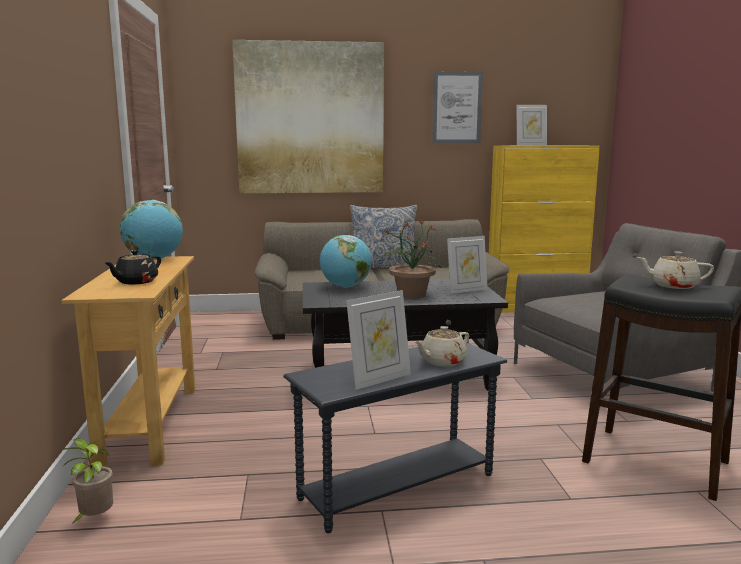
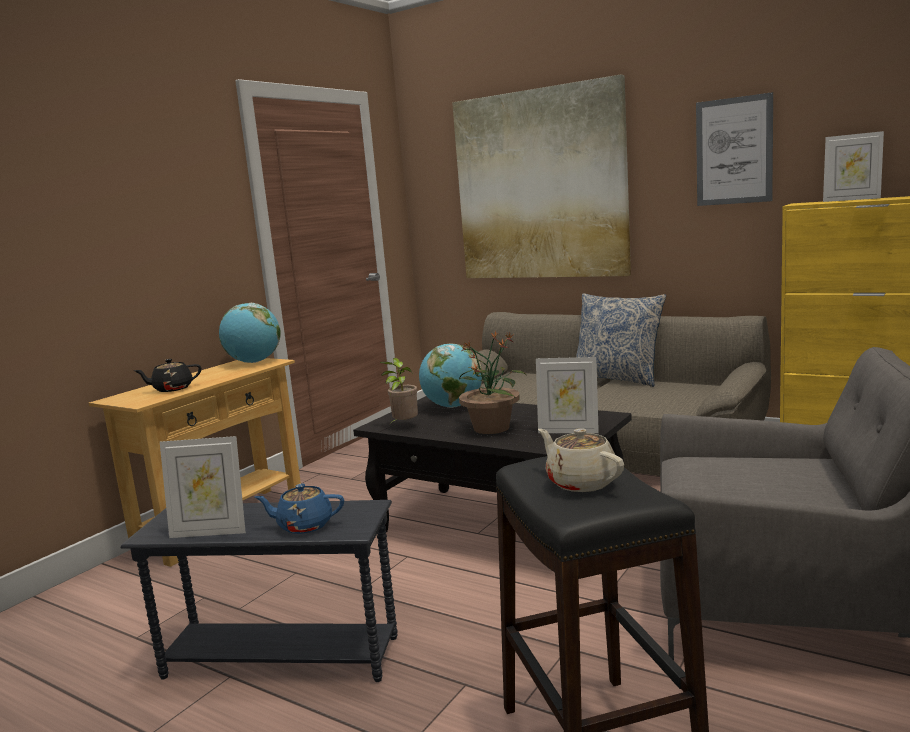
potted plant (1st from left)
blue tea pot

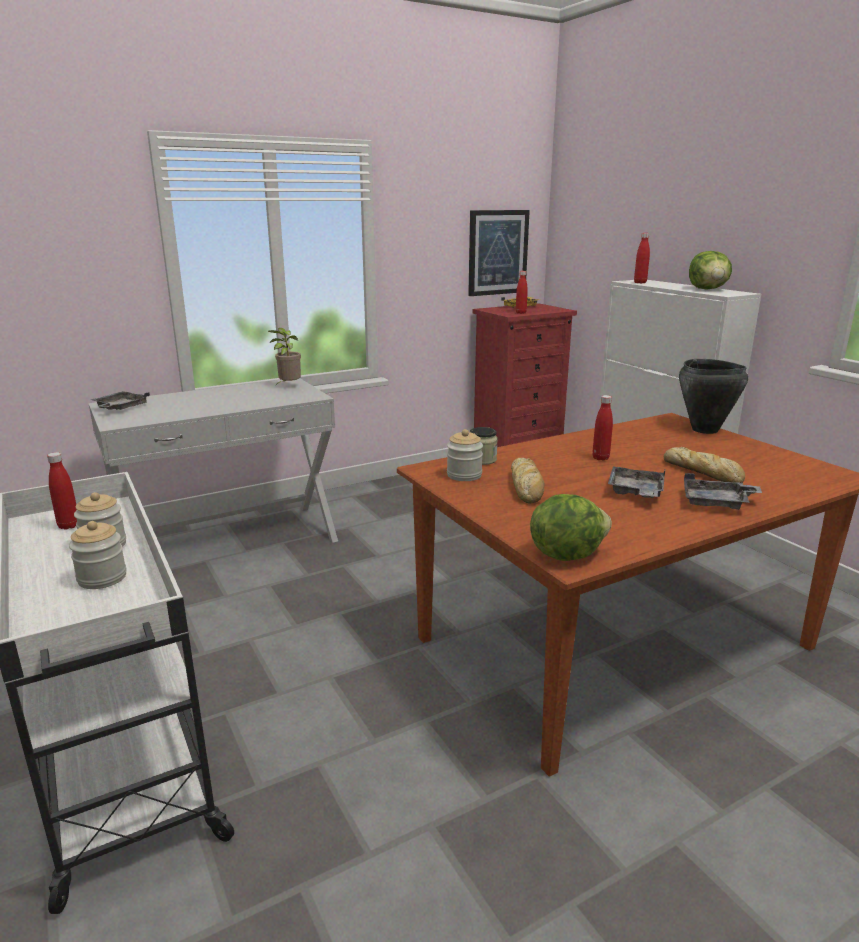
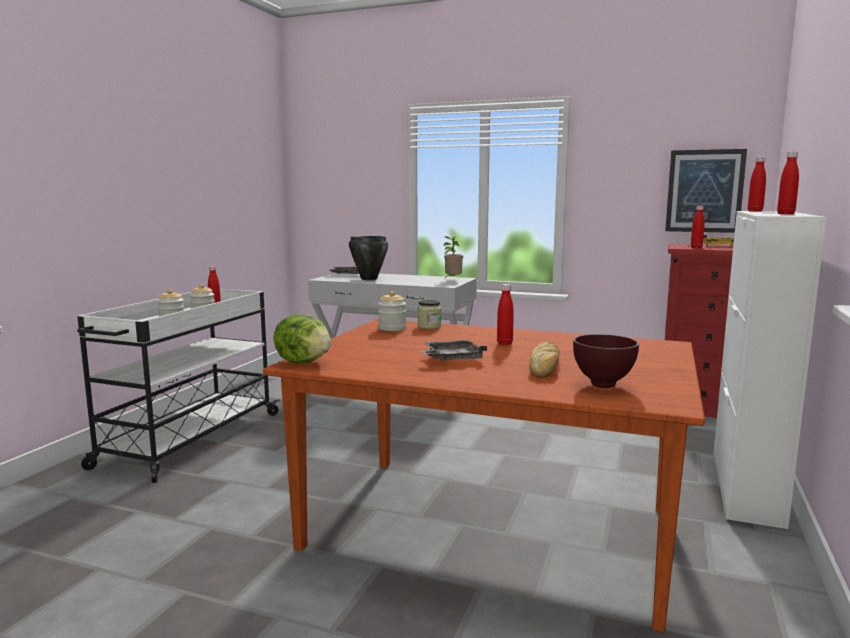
baked bread (1st from left in the first image)
greyish tray (3rd from left in the first image)
brown-coloured serving bowl
black stockpot
red-coloured bottle (5th from left)

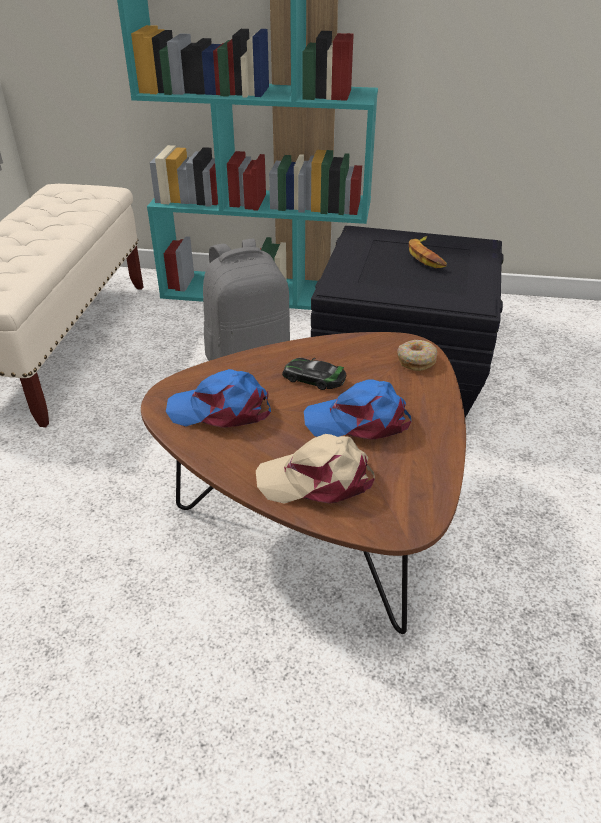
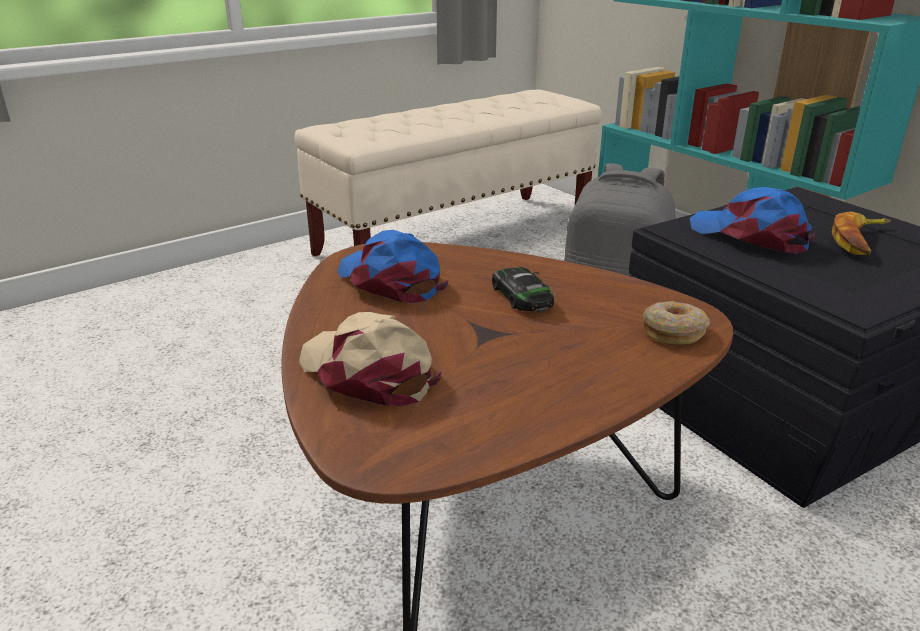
blue cap (2nd from left)

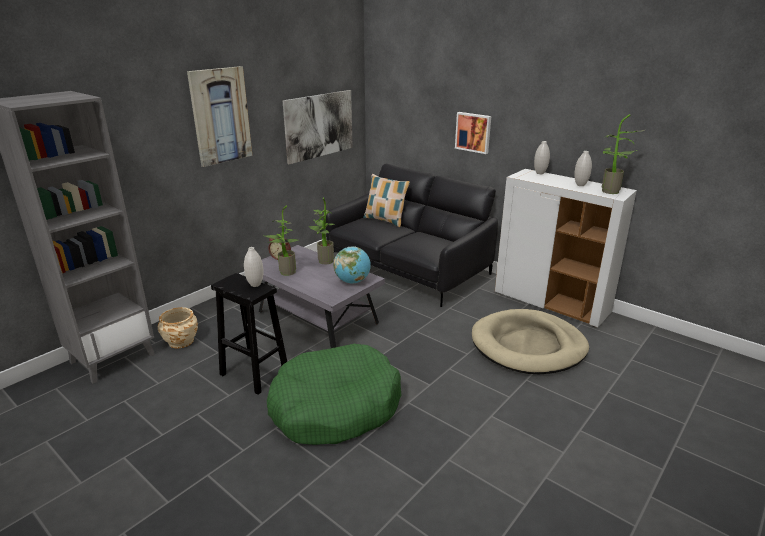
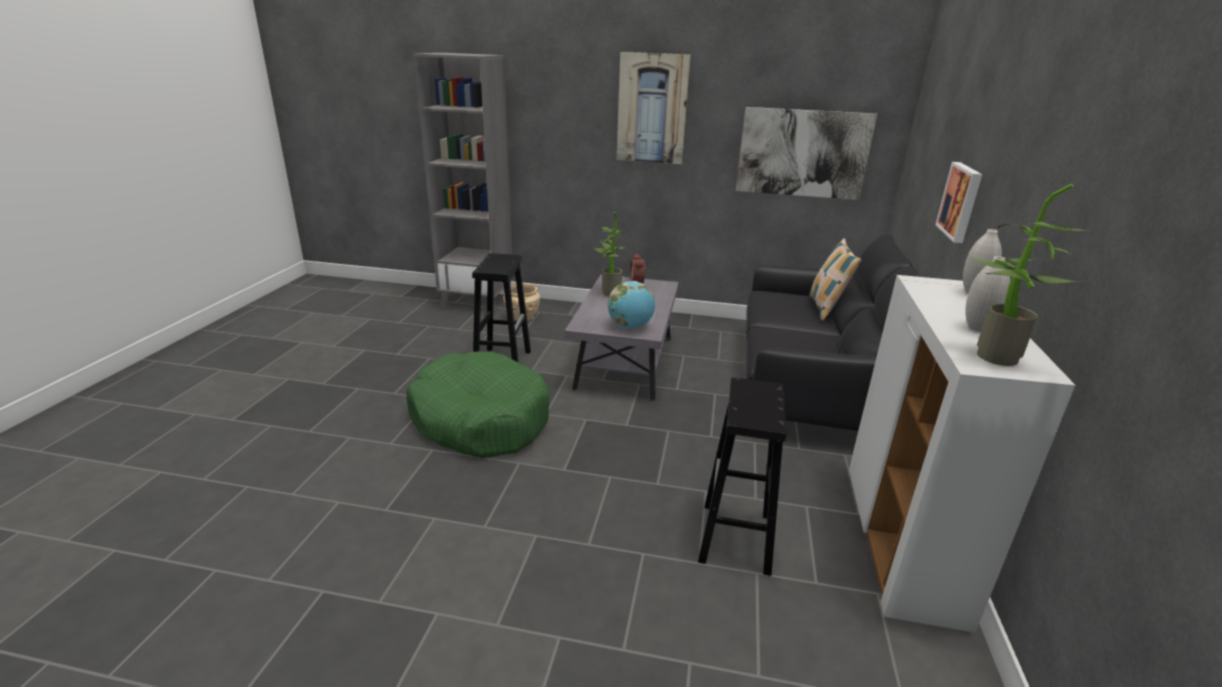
white-coloured flower vase (1st from left in the first image)
potted plant (2nd from left in the first image)
black sitting stool (2nd from left)

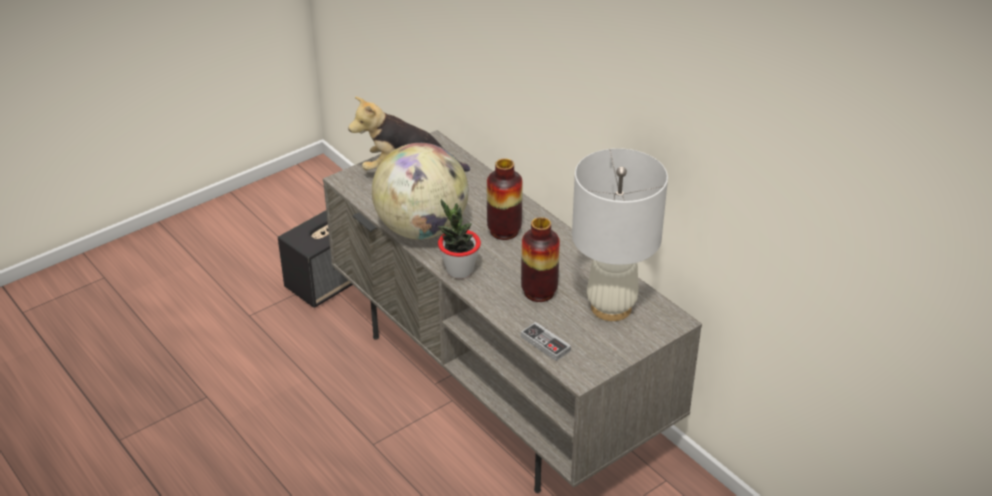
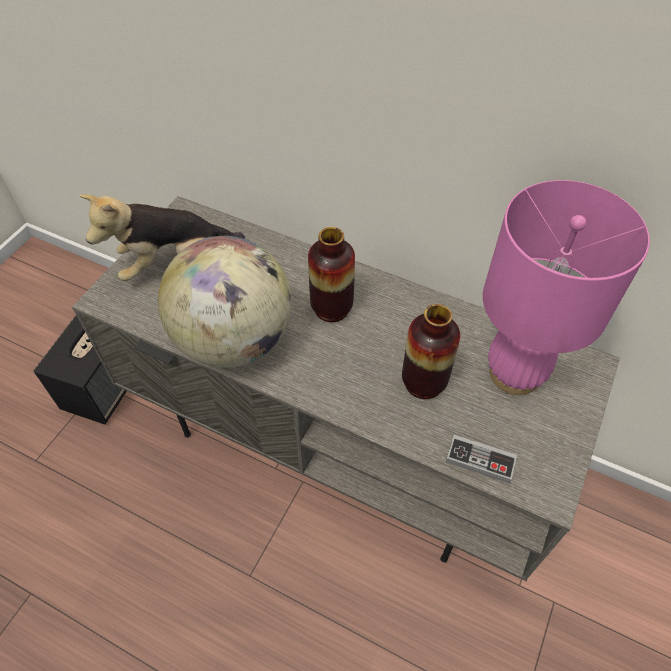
potted plant
pink-coloured table lamp

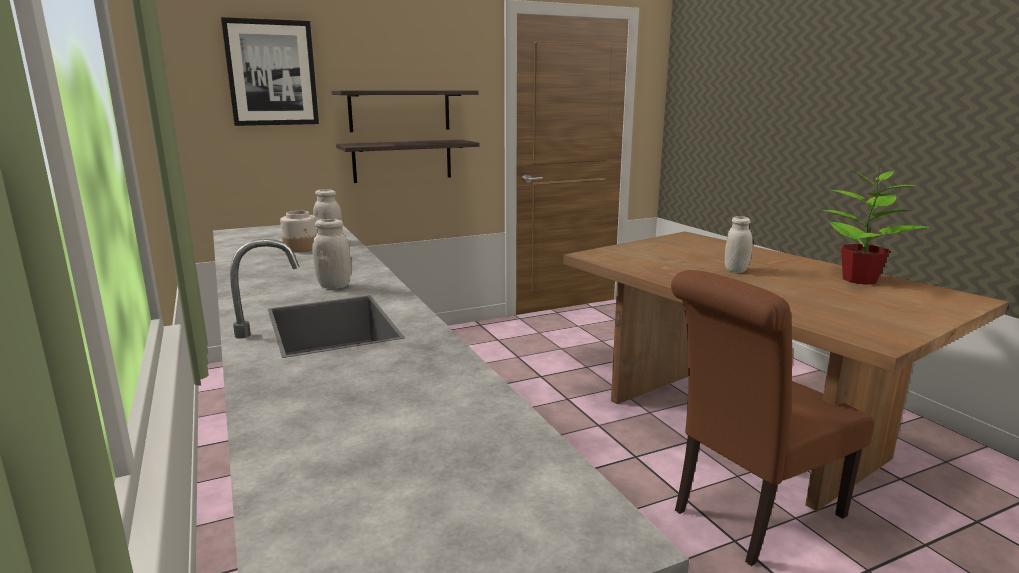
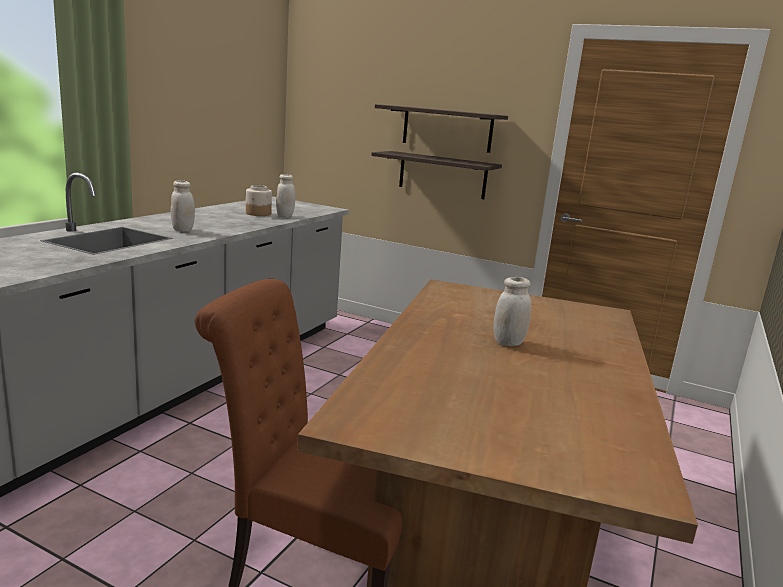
wall art
potted plant

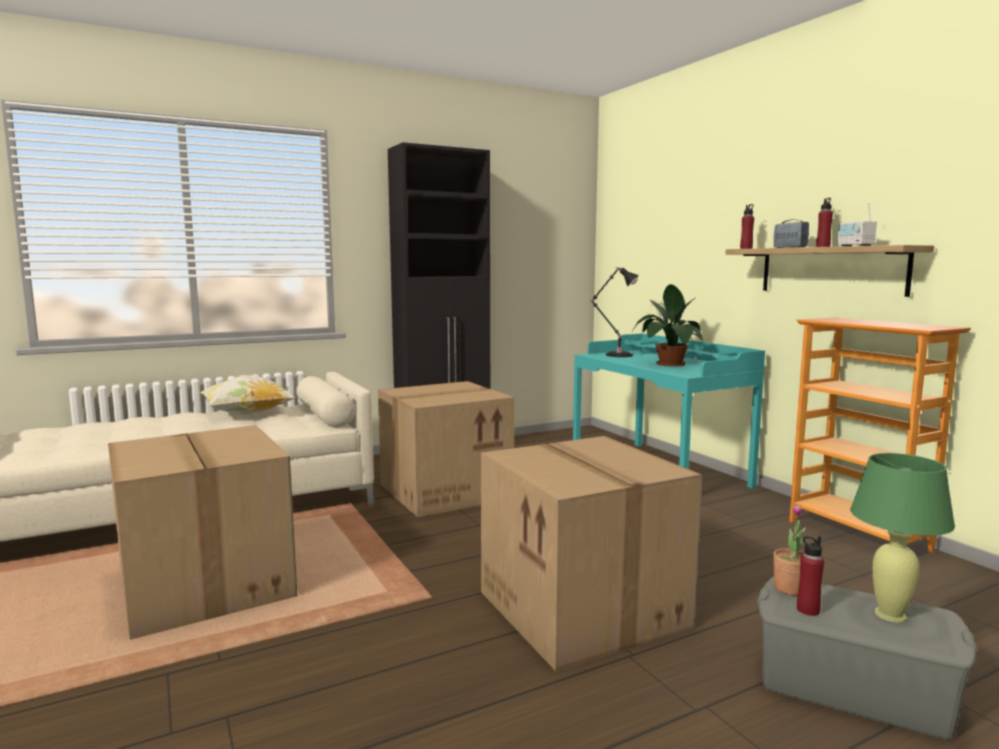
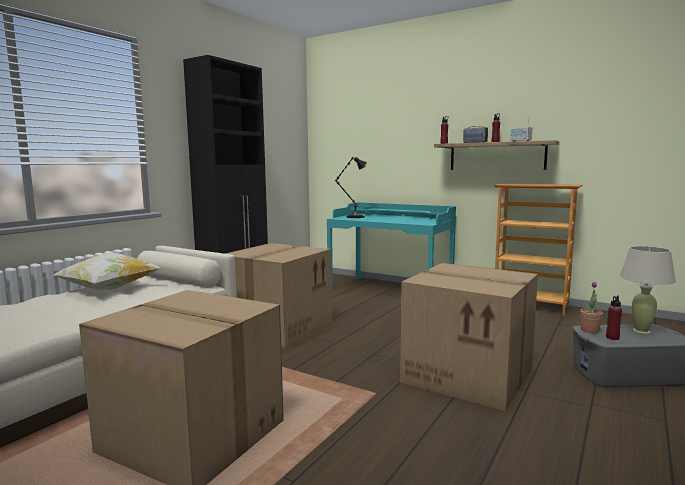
potted plant (1st from left in the first image)
sand-coloured table lamp

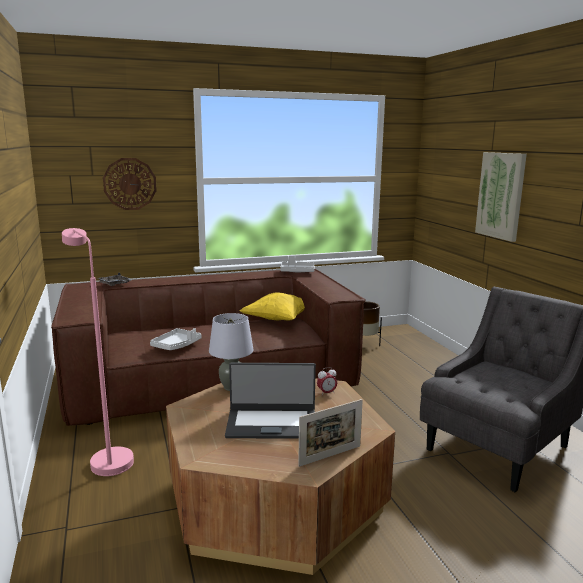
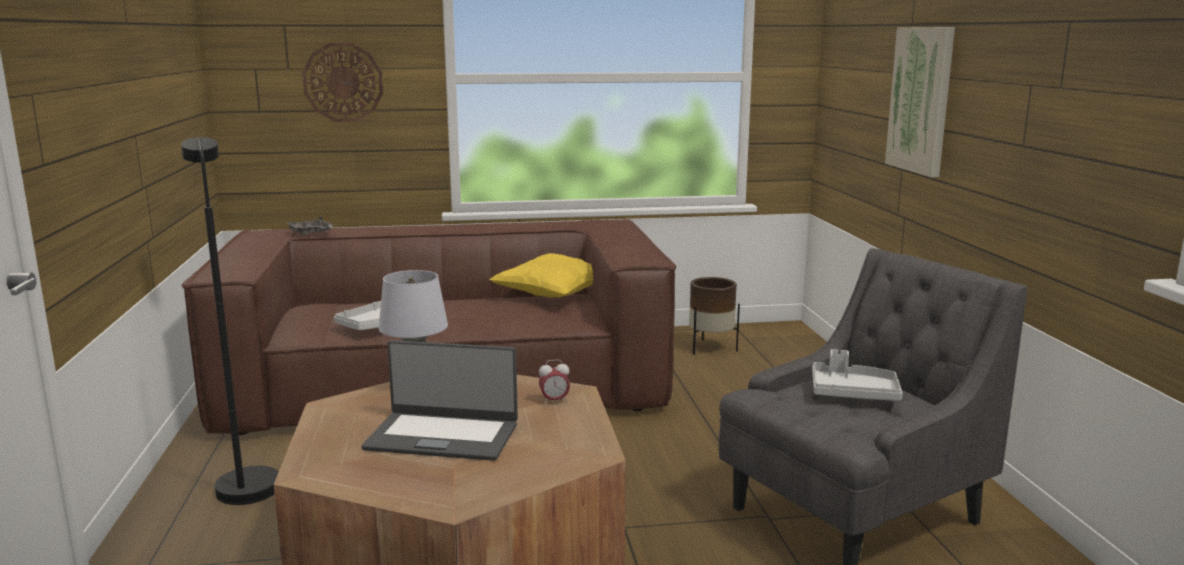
standing frame
greyish tray (3rd from left)
black standard lamp

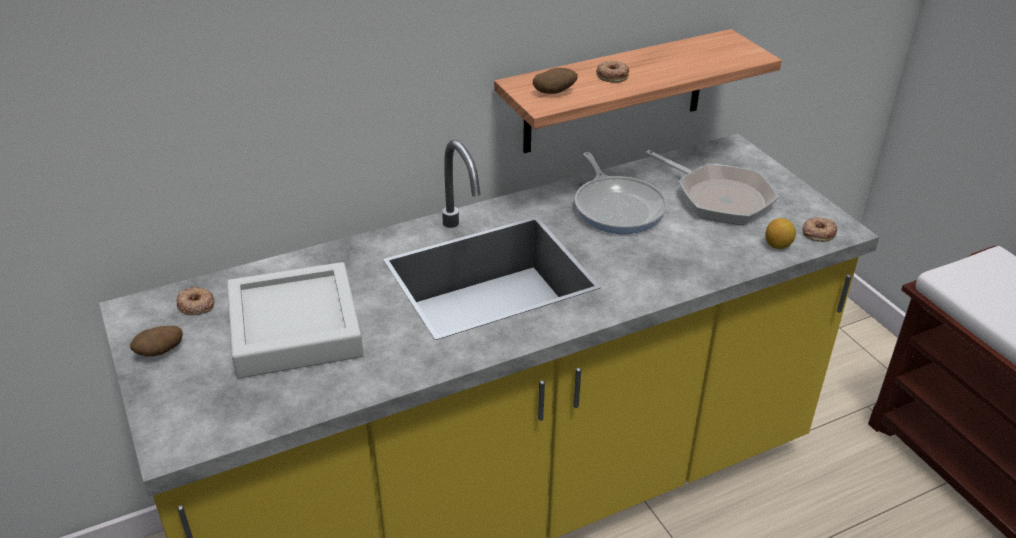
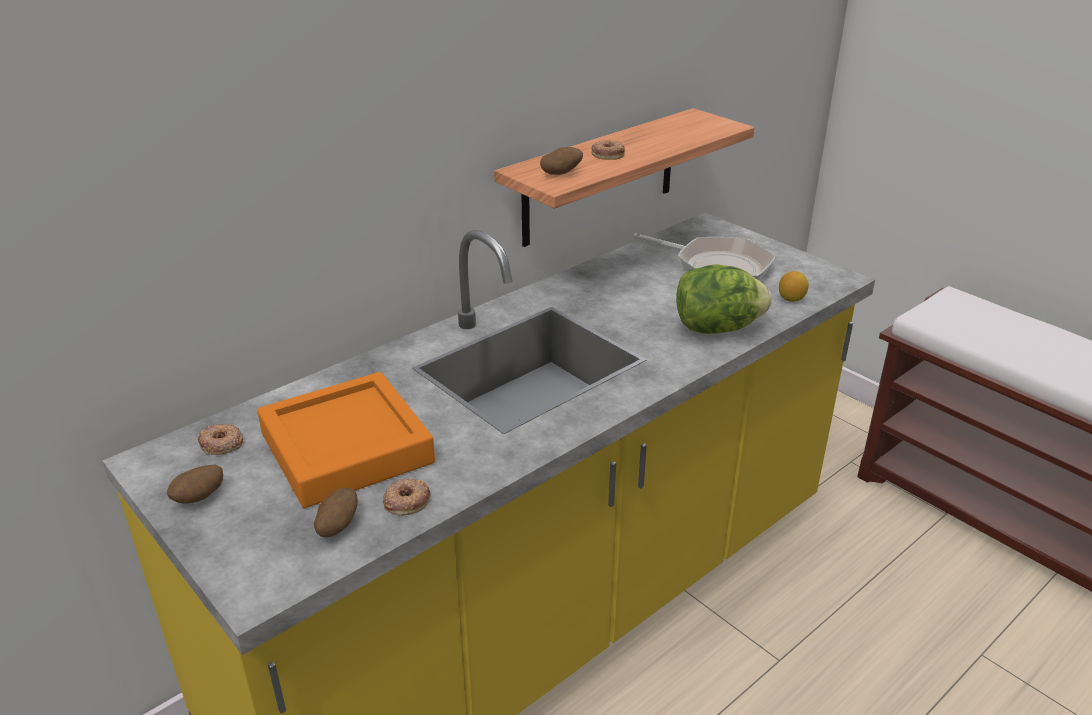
frying pan (1st from left in the first image)
whole potato (2nd from left)
head of lettuce
ring doughnut (2nd from left)
orange-coloured tray

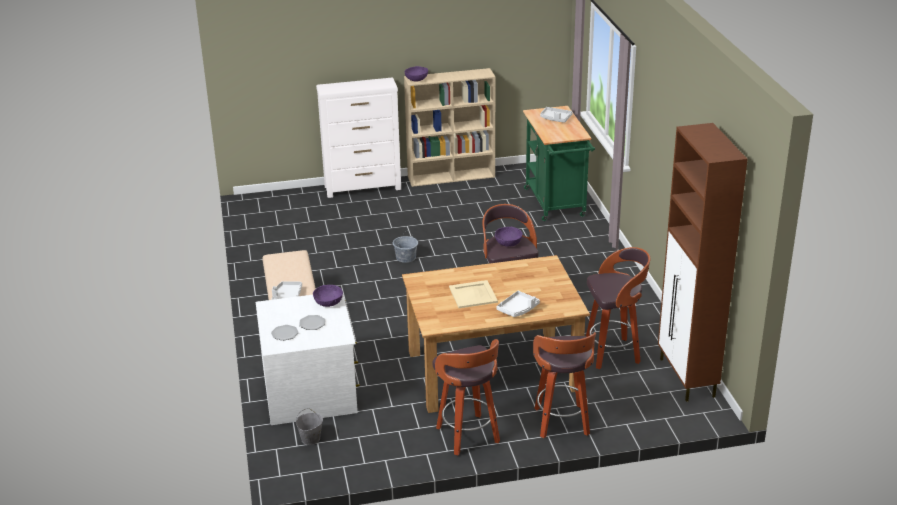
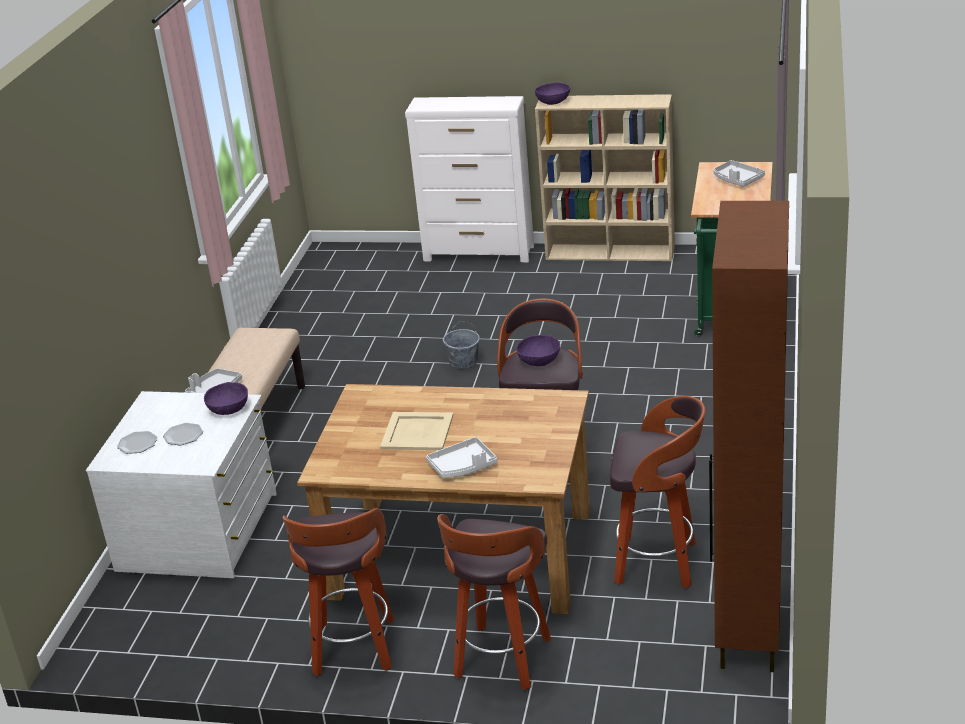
greyish pail (1st from left in the first image)

